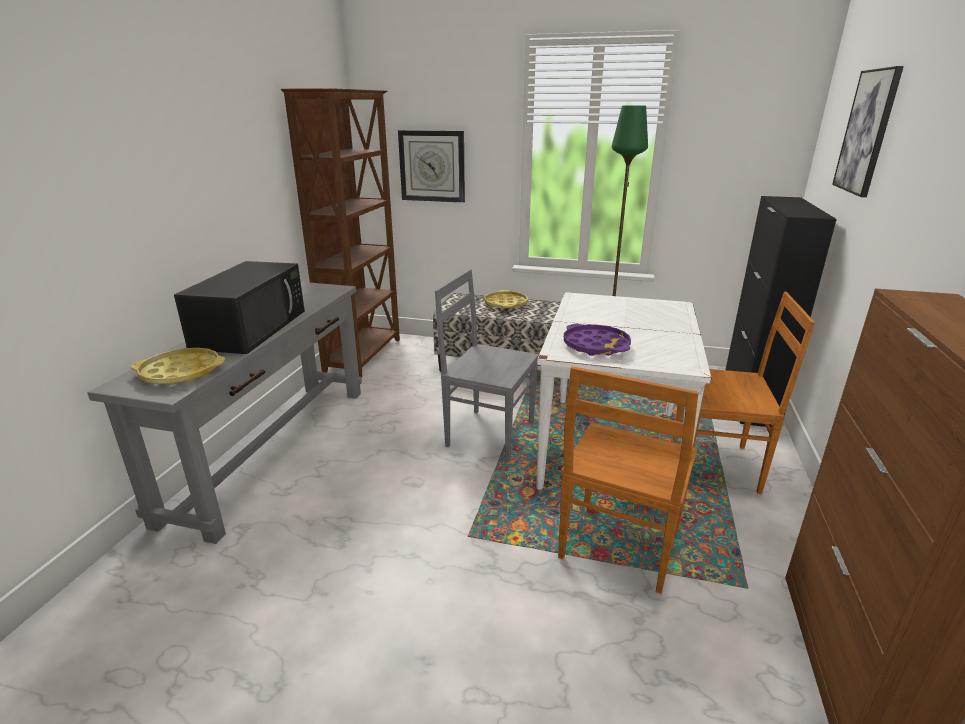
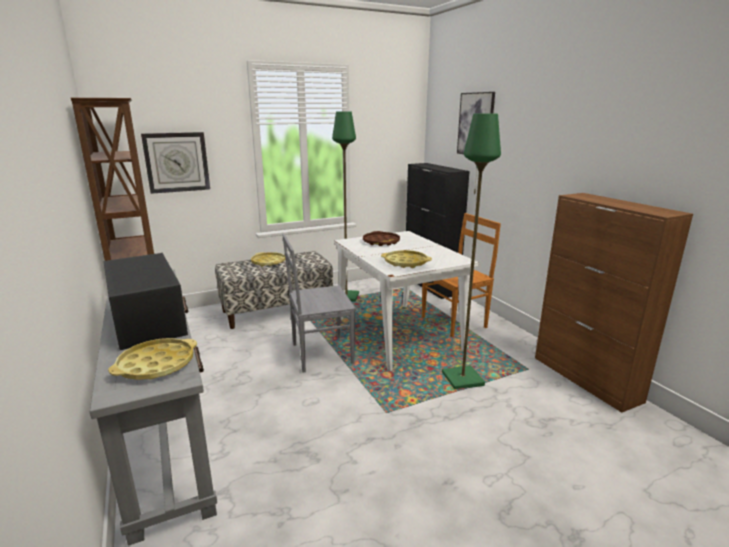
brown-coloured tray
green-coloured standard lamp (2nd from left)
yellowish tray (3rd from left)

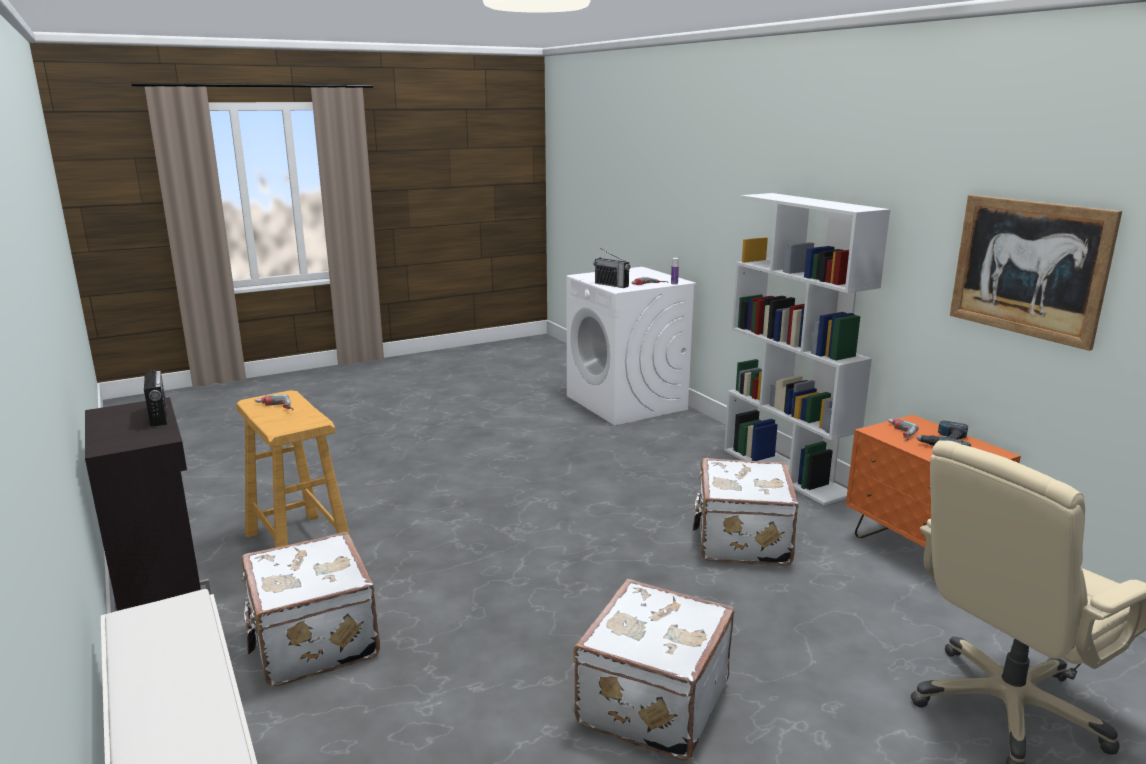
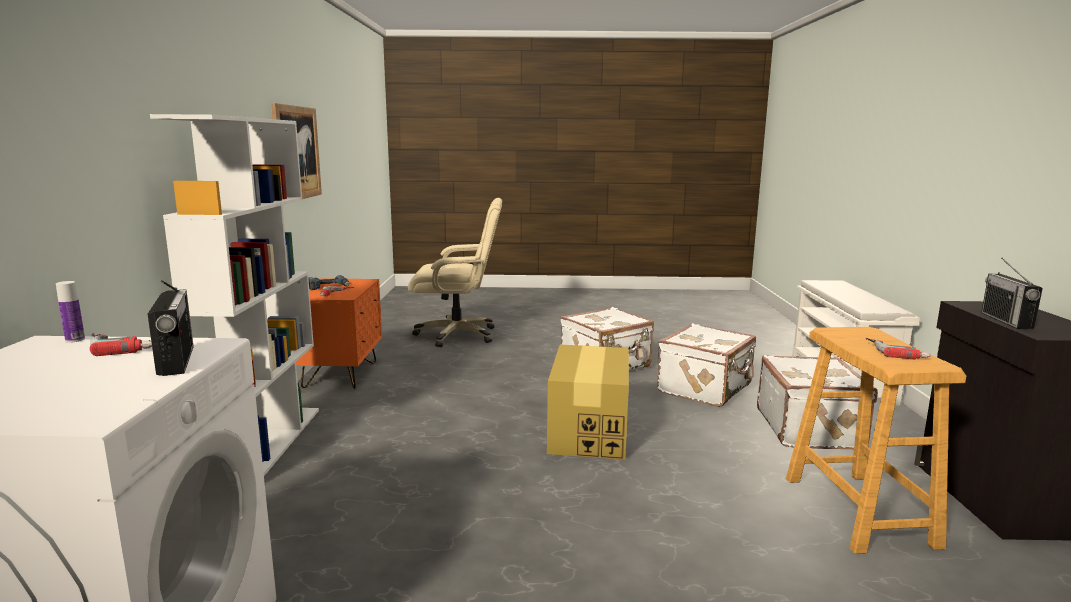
carton
white-coloured suitcase (2nd from left)

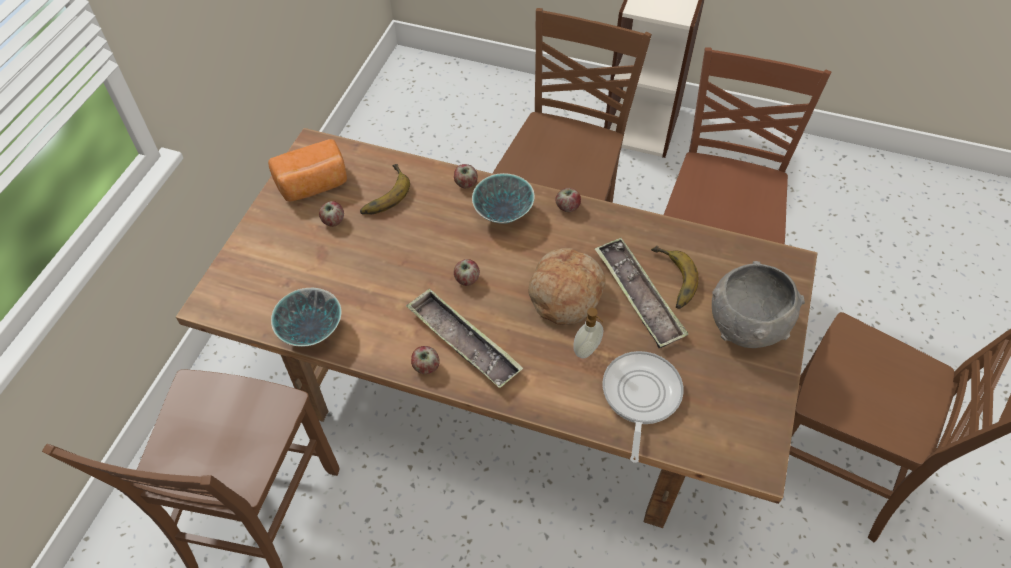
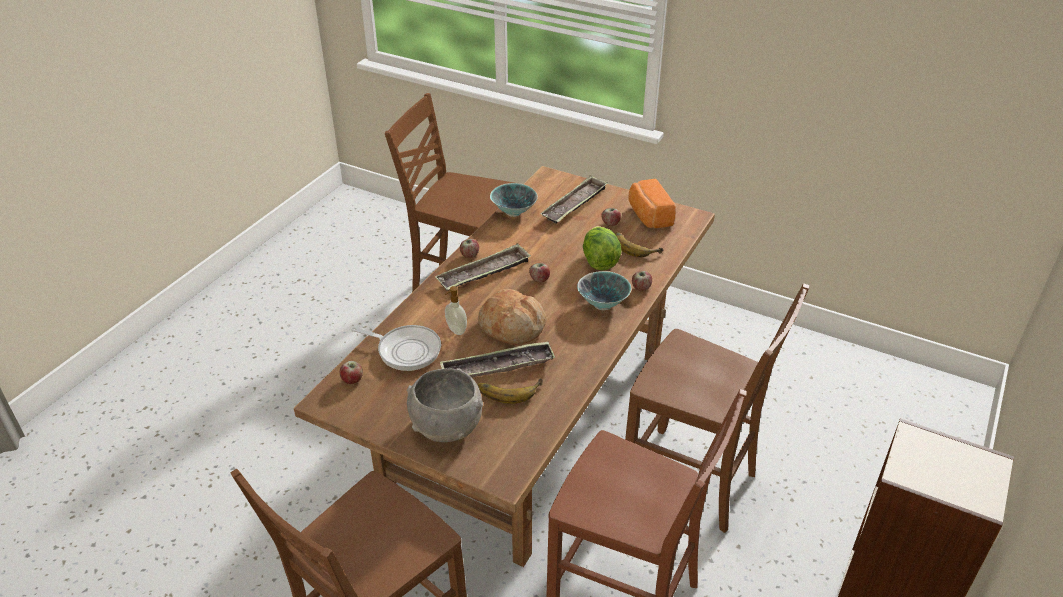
tray (3rd from left)
head of lettuce
apple fruit (1st from left)

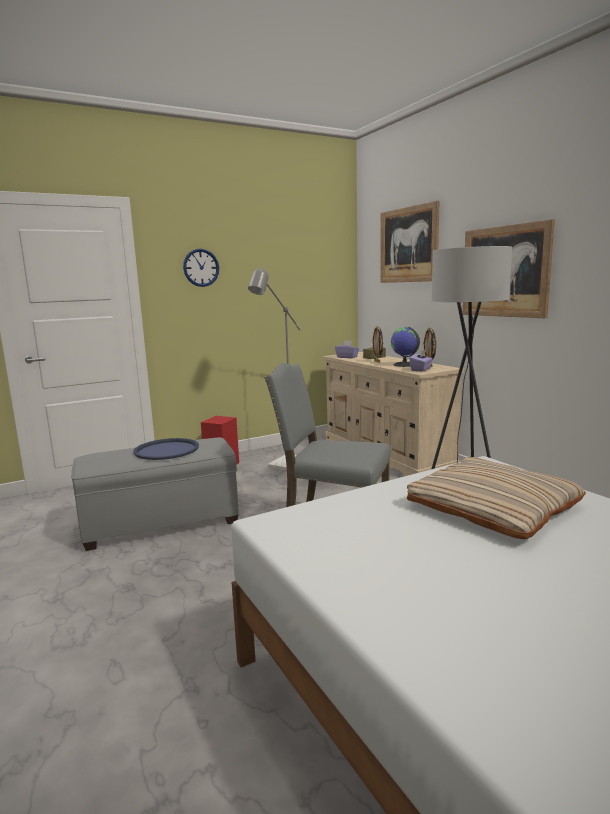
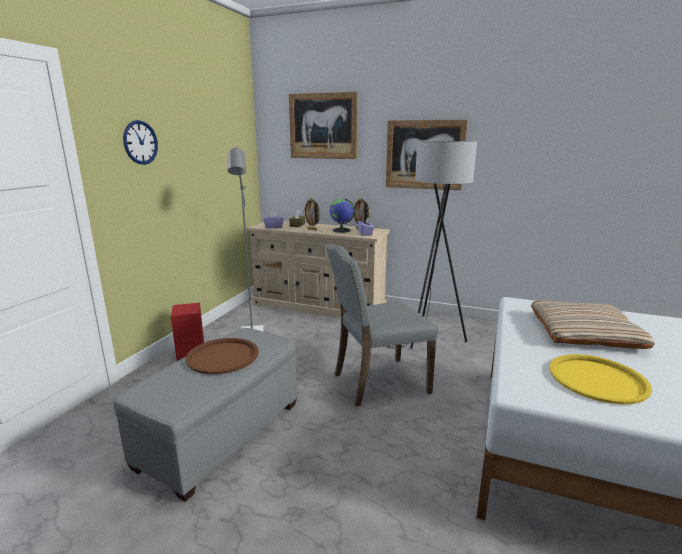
yellowish tray
brown-coloured tray

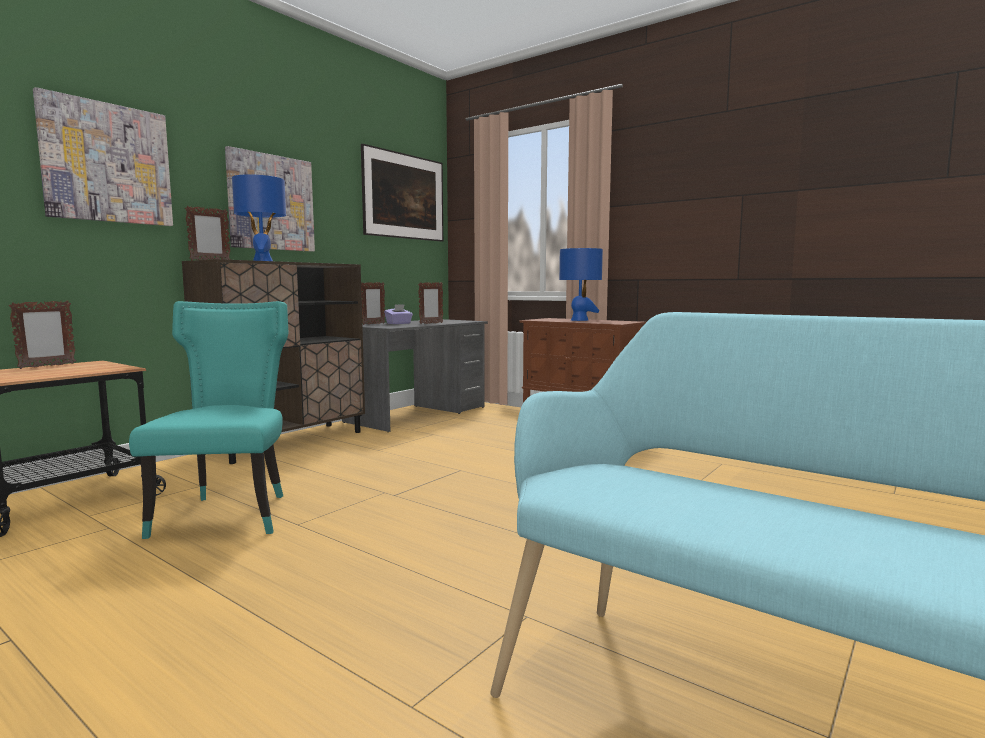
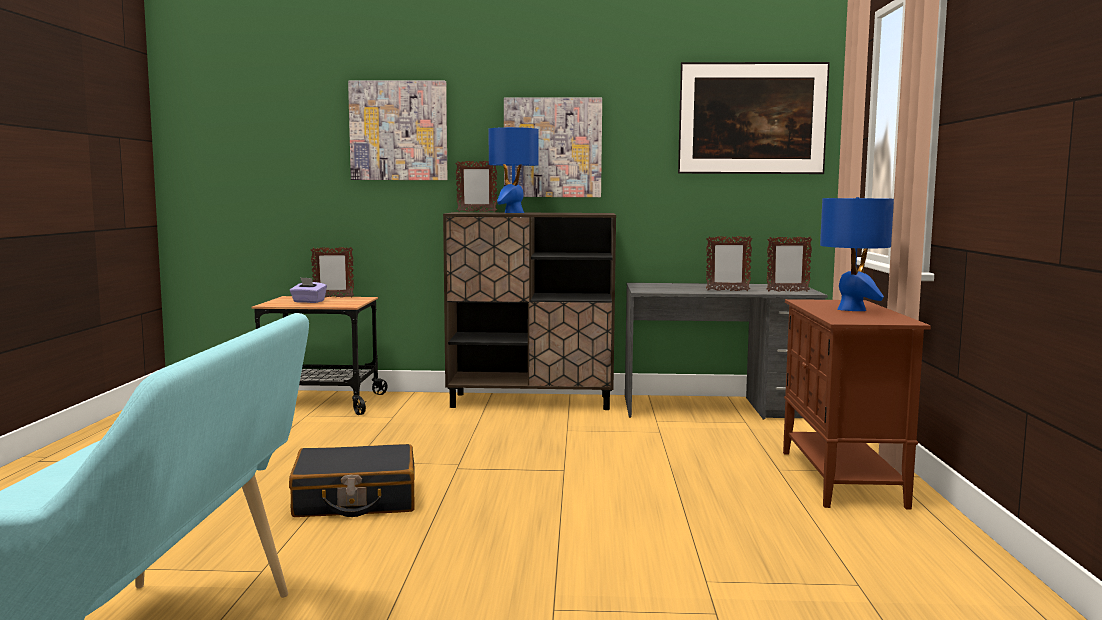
turquoise-coloured upright chair
black suitcase
standing frame (4th from left)
purple tissue holder

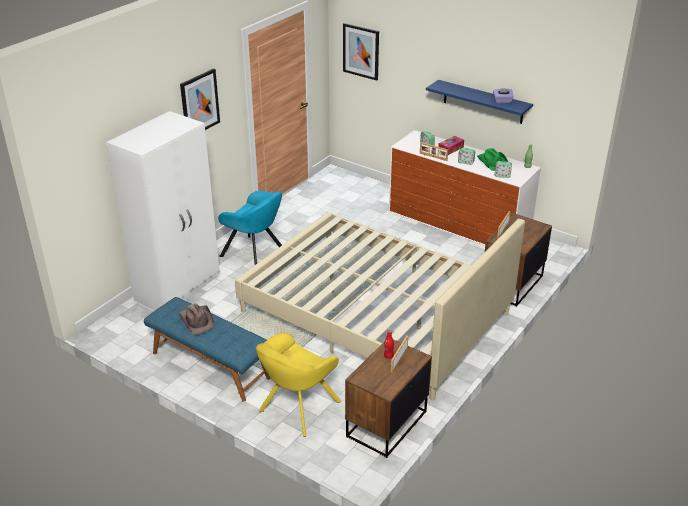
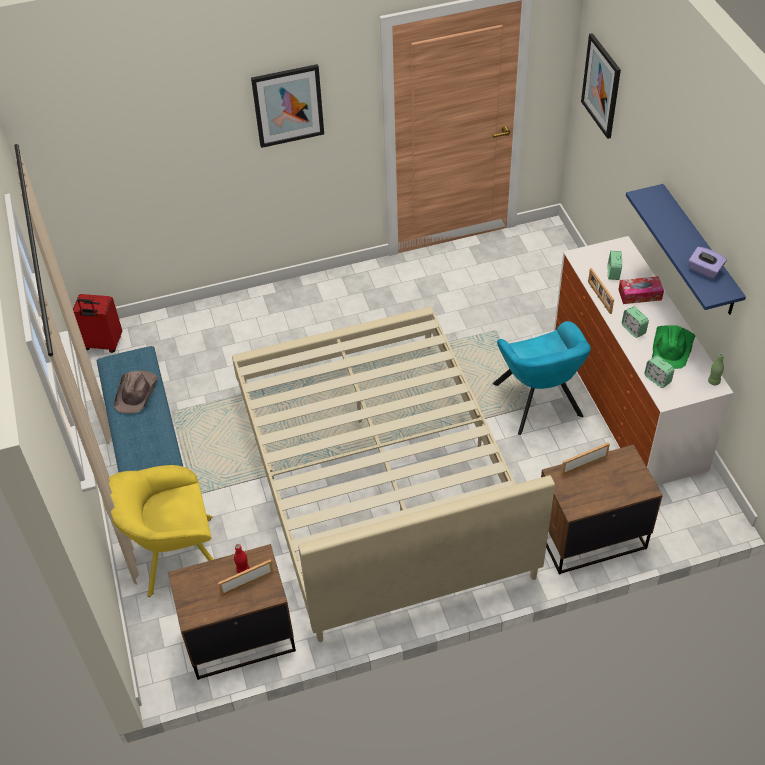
white-coloured armoire
red-coloured suitcase
turquoise-coloured easy chair

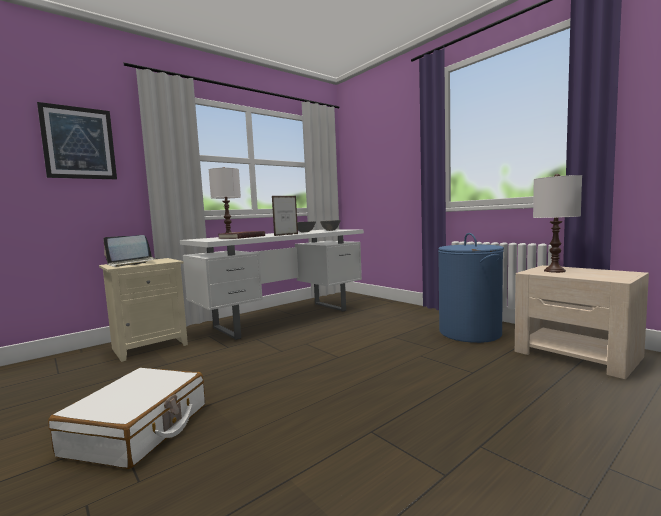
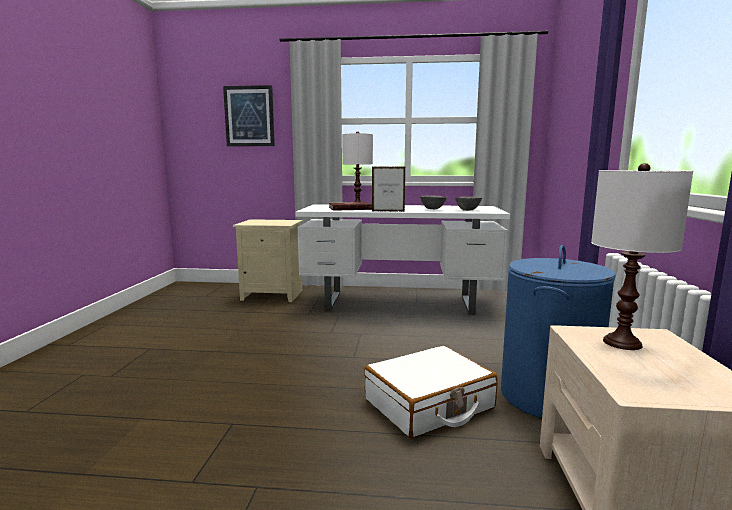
notebook computer
white-coloured suitcase

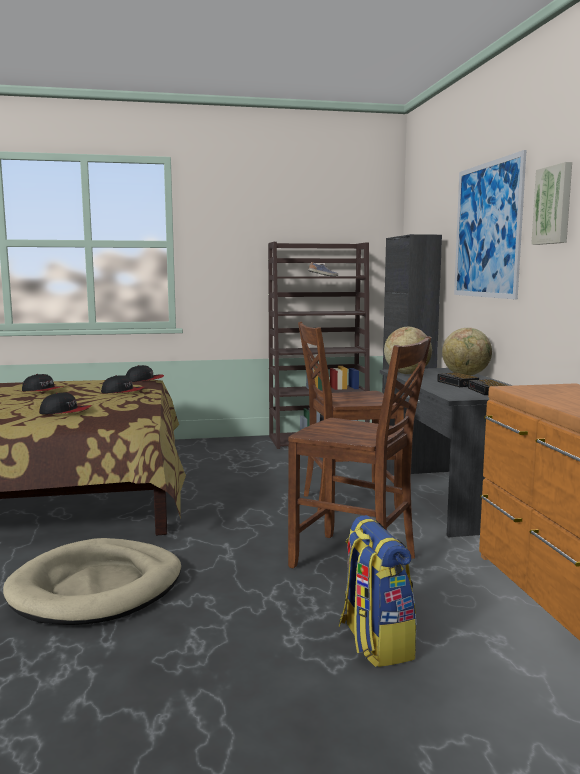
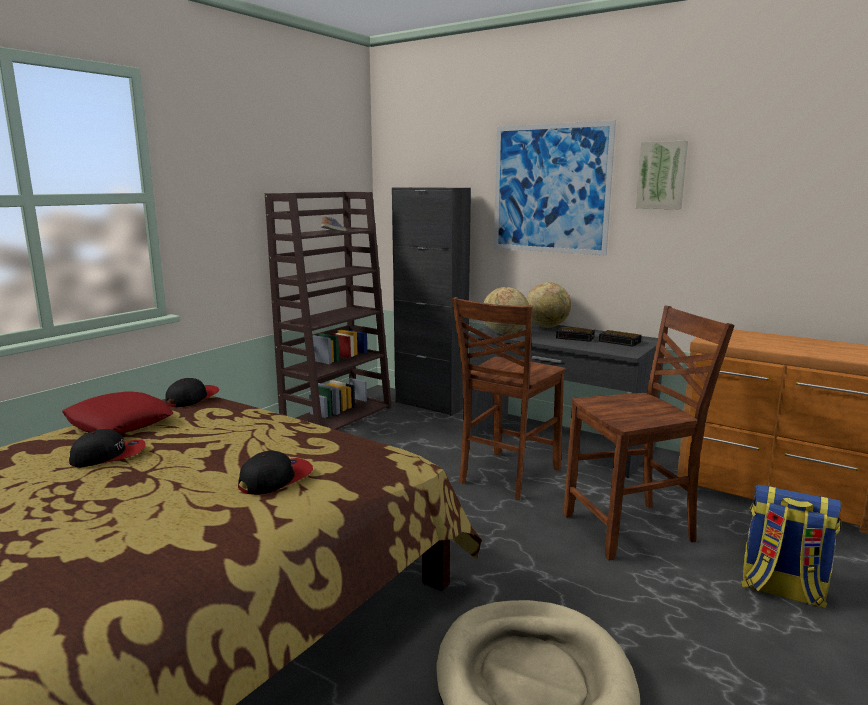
cap (3rd from left in the first image)
red-coloured throw pillow

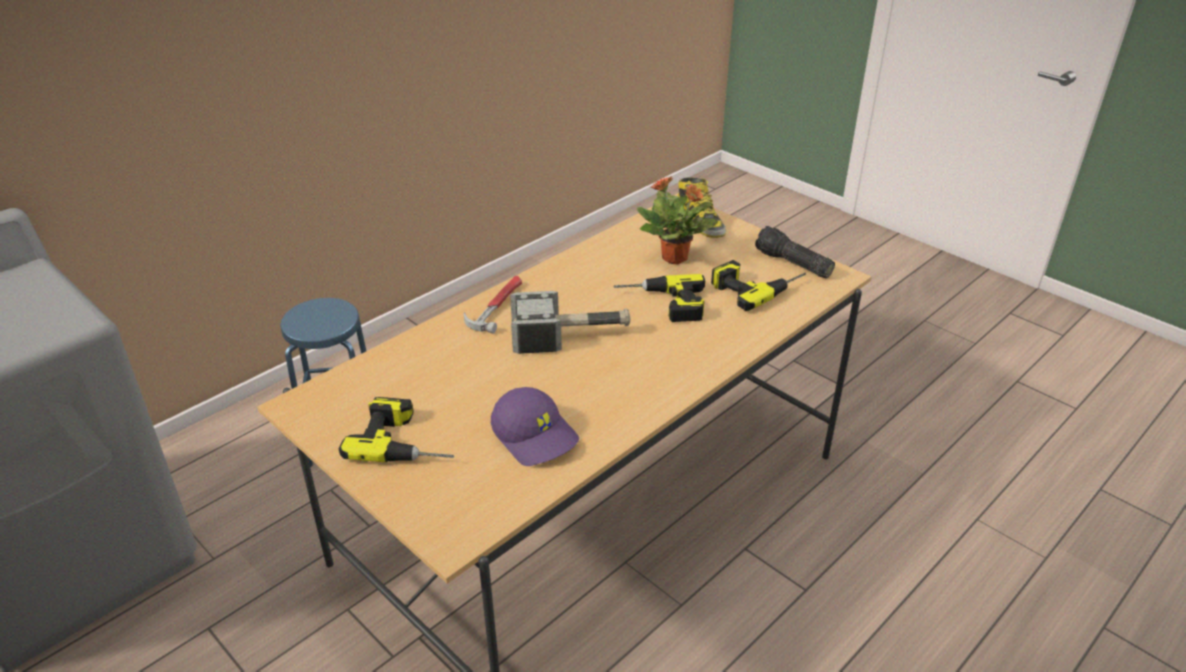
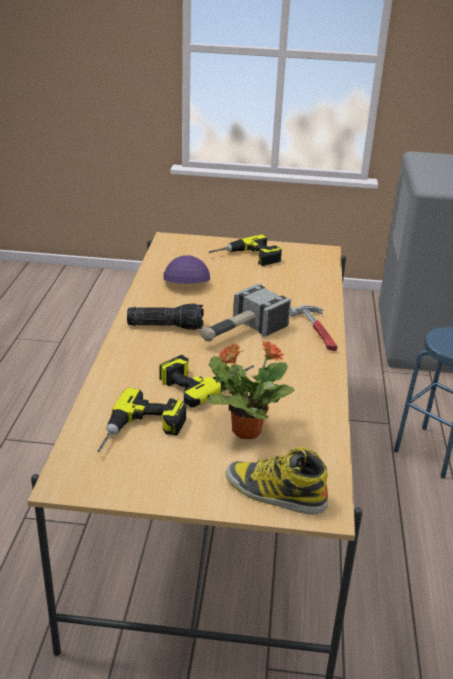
hand torch
purple cap

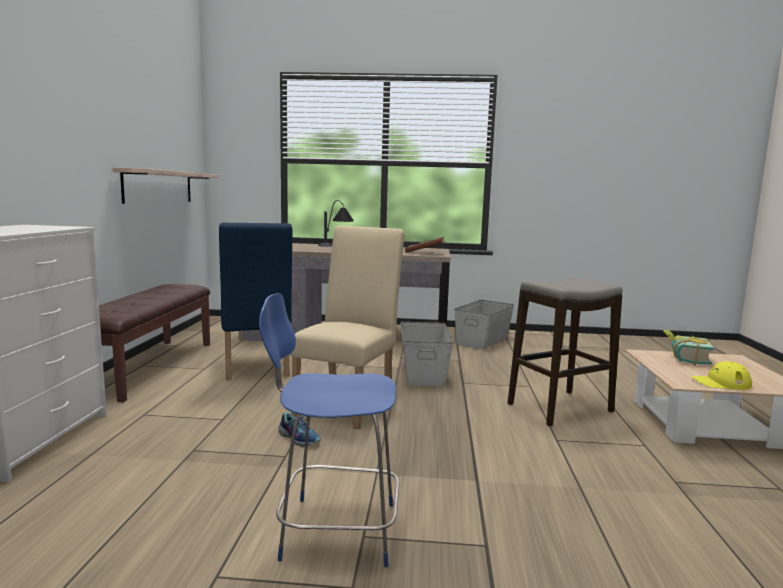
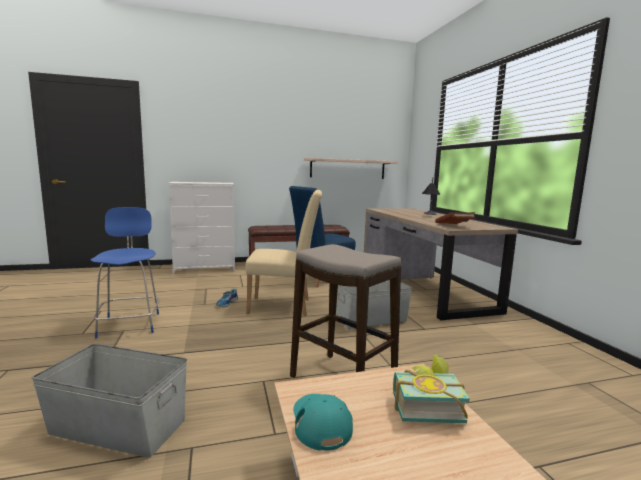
greyish storage container (1st from left)
turquoise-coloured cap

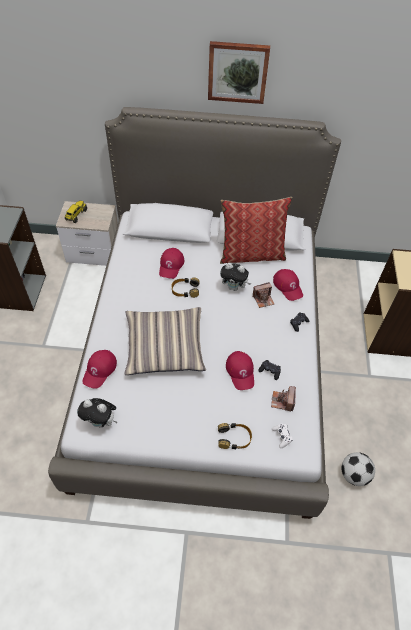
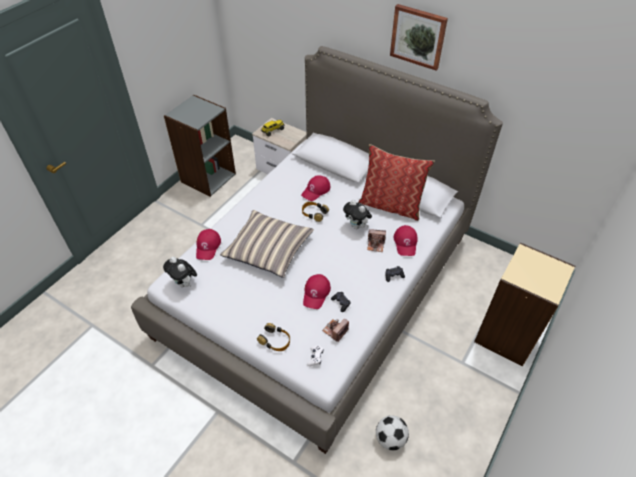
red-coloured cap (1st from left)

